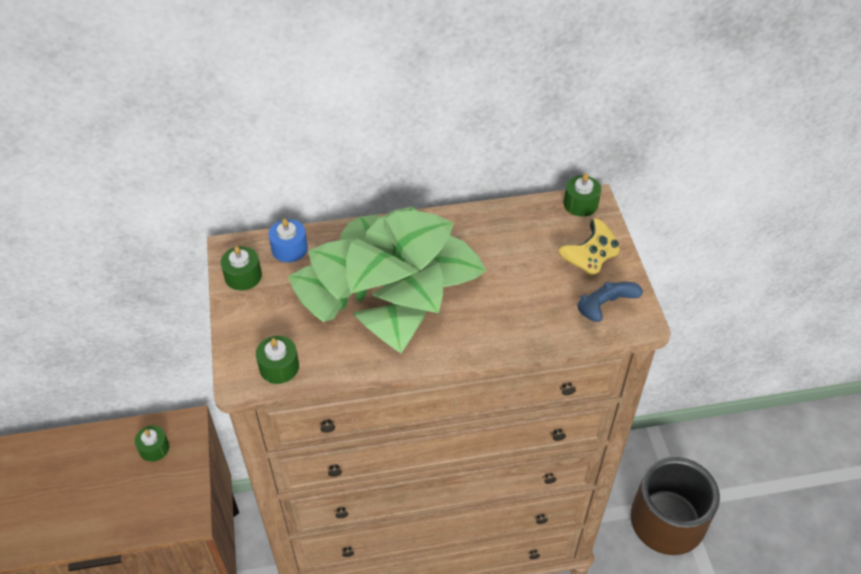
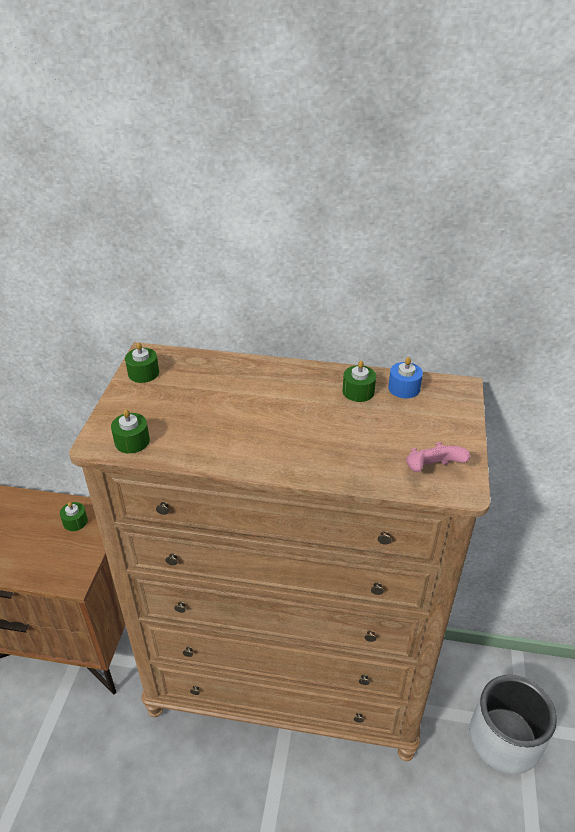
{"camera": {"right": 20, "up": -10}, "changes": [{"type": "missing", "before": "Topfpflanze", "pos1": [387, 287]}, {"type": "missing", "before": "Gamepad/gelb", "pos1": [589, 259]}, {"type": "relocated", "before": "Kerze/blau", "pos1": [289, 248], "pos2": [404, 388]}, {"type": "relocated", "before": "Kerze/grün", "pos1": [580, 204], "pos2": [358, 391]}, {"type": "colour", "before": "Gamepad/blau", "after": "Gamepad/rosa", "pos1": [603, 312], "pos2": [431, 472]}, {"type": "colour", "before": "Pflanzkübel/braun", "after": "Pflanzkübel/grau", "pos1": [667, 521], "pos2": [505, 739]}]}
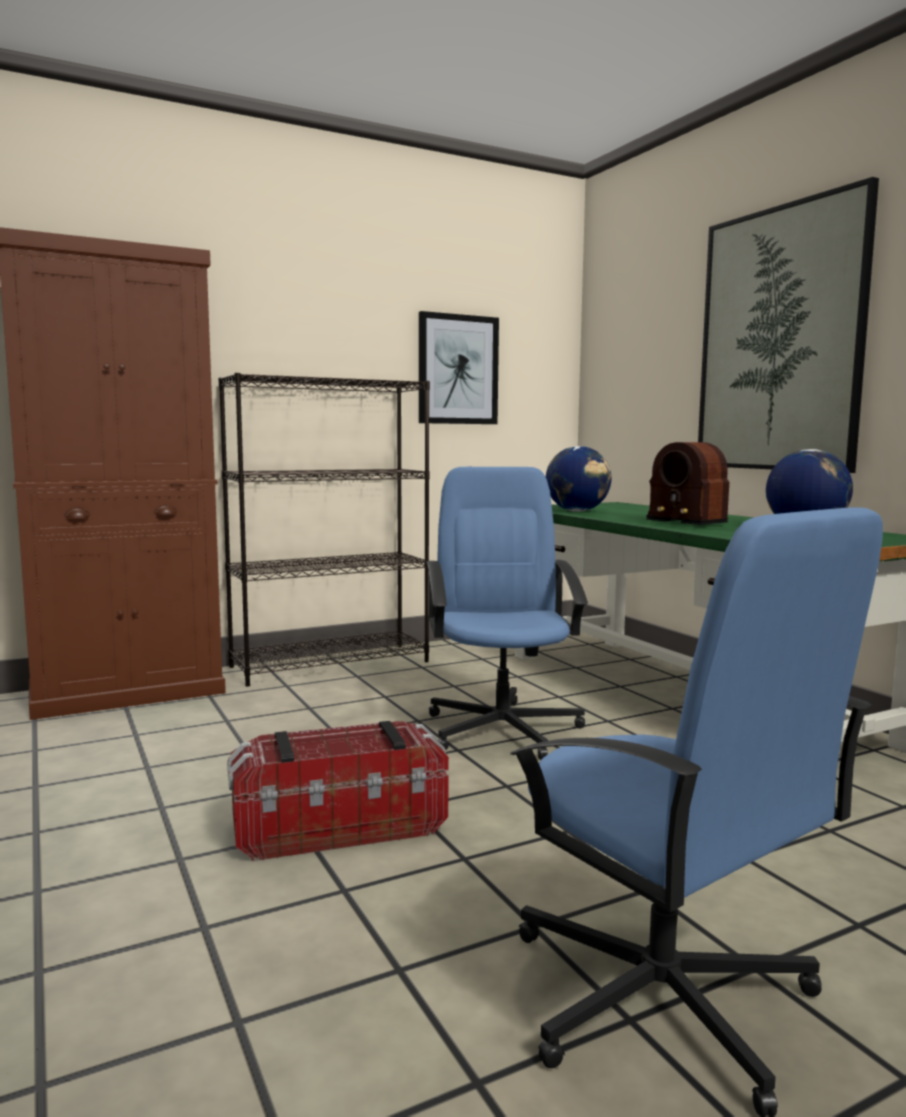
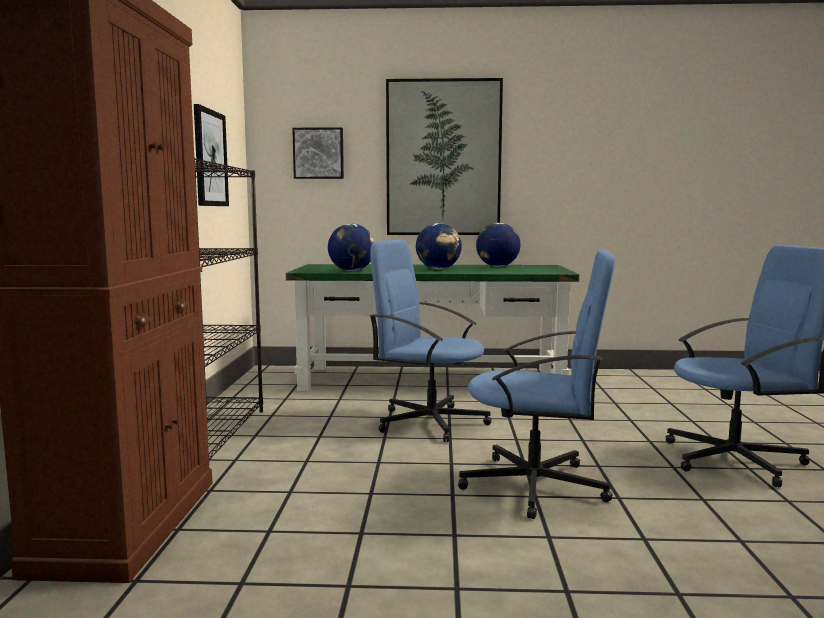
{"camera": {"right": -60, "up": 0}, "changes": [{"type": "appeared", "after": "Bild", "pos2": [318, 153]}, {"type": "exchanged", "before": "Aufbewahrungsbox", "after": "Bürostuhl/blau", "pos1": [338, 827], "pos2": [536, 486]}, {"type": "exchanged", "before": "Radio", "after": "Globus", "pos1": [686, 521], "pos2": [438, 269]}]}
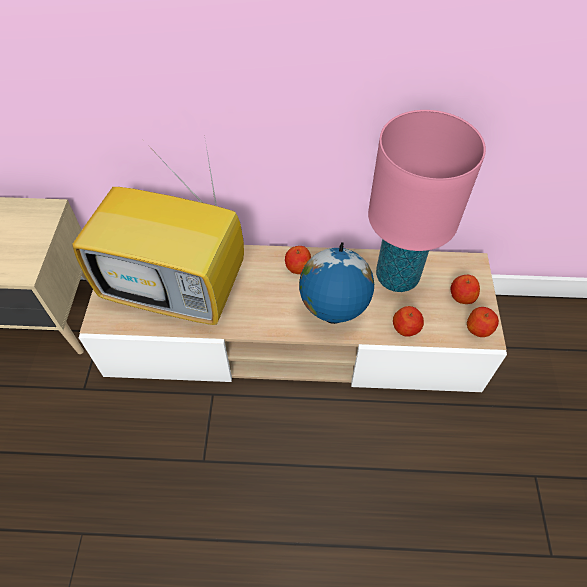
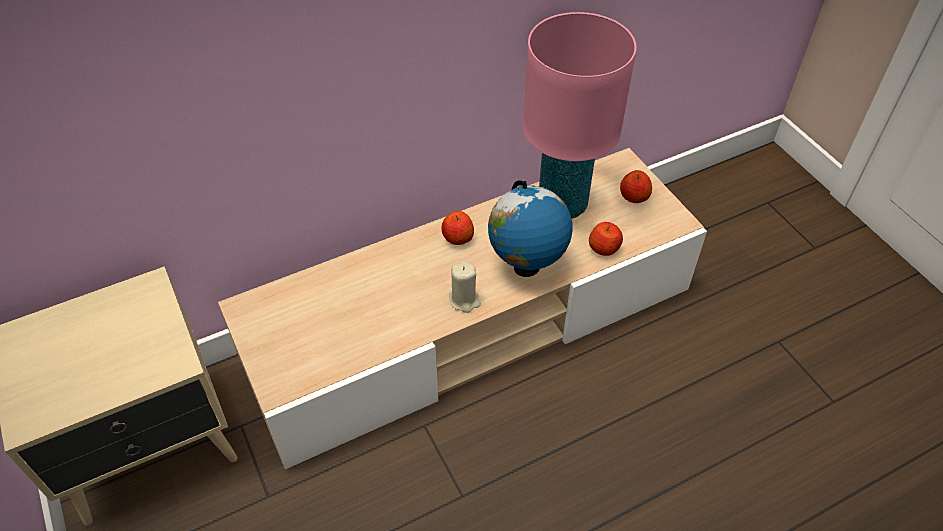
{"camera": {"right": -30, "up": -5}, "changes": [{"type": "missing", "before": "Fernseher", "pos1": [179, 290]}, {"type": "missing", "before": "Apfel", "pos1": [479, 328]}, {"type": "appeared", "after": "Kerze/beige", "pos2": [464, 300]}]}
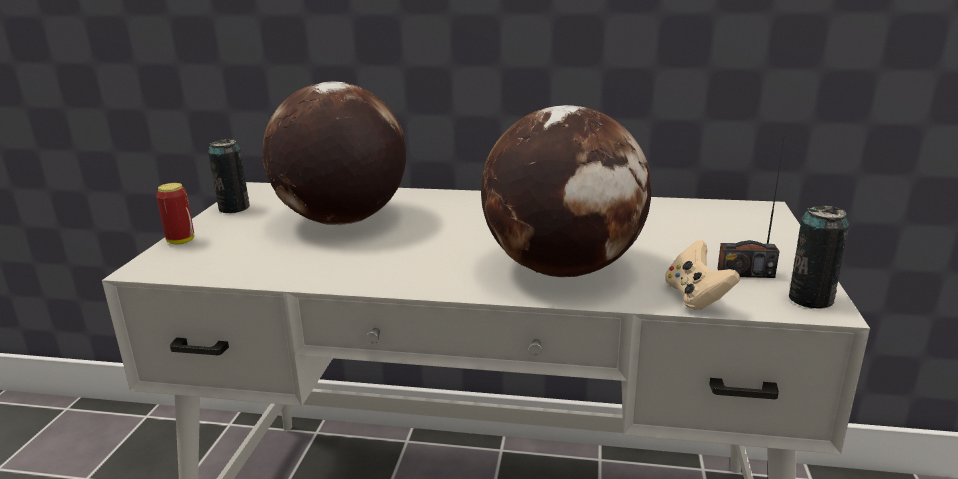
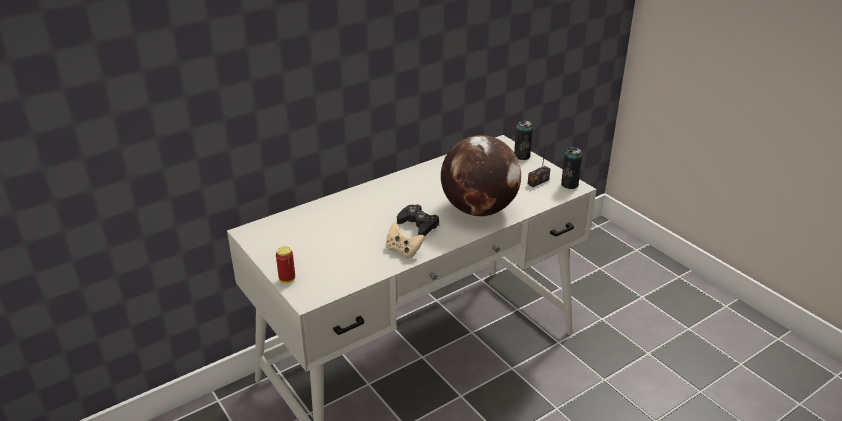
{"camera": {"right": -45, "up": 10}, "changes": [{"type": "missing", "before": "Globus", "pos1": [341, 220]}, {"type": "appeared", "after": "Gamepad/schwarz", "pos2": [418, 225]}, {"type": "relocated", "before": "Dose", "pos1": [234, 208], "pos2": [522, 156]}, {"type": "relocated", "before": "Gamepad/beige", "pos1": [695, 297], "pos2": [403, 250]}]}
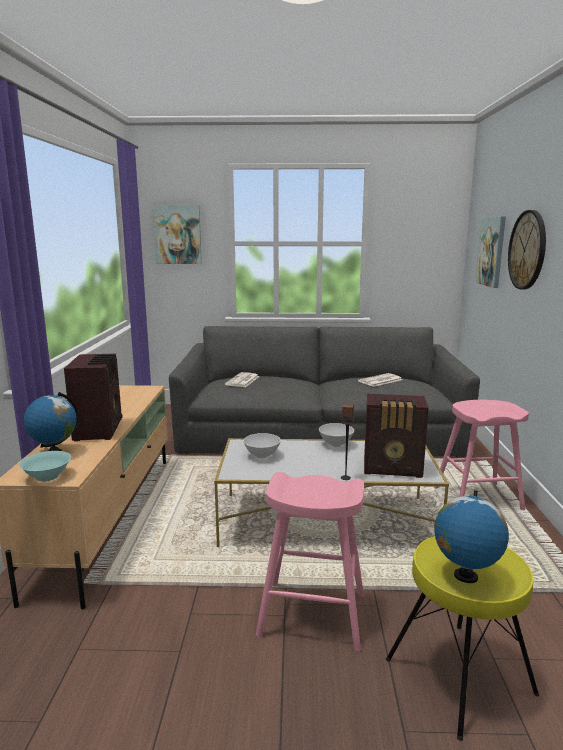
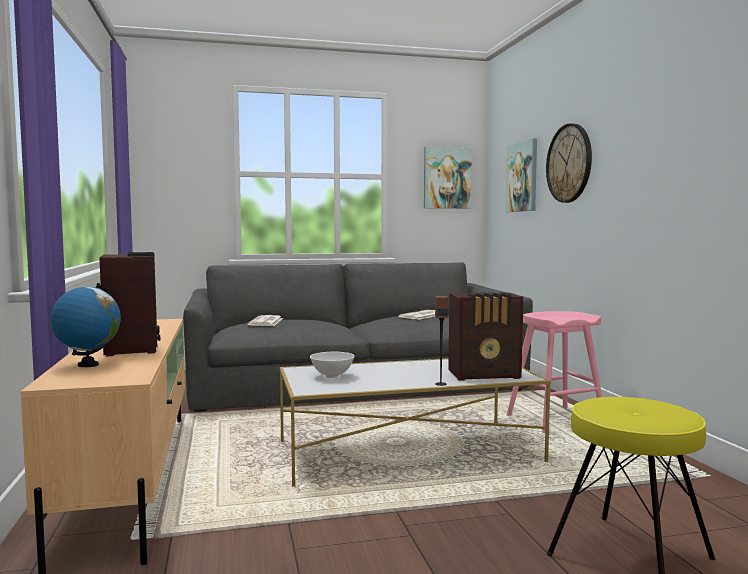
{"camera": {"right": -15, "up": -10}, "changes": [{"type": "missing", "before": "Schüssel/türkis", "pos1": [47, 476]}, {"type": "missing", "before": "Hocker/rosa", "pos1": [312, 615]}, {"type": "missing", "before": "Schüssel/weiß", "pos1": [336, 445]}, {"type": "missing", "before": "Globus", "pos1": [465, 576]}, {"type": "relocated", "before": "Bild", "pos1": [177, 234], "pos2": [447, 178]}]}
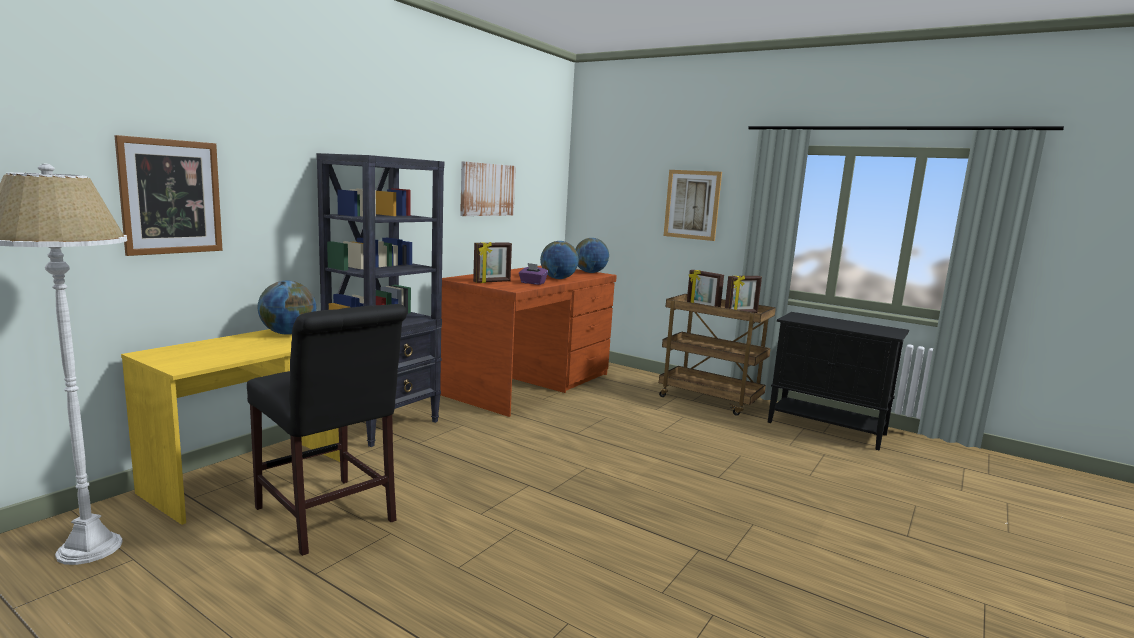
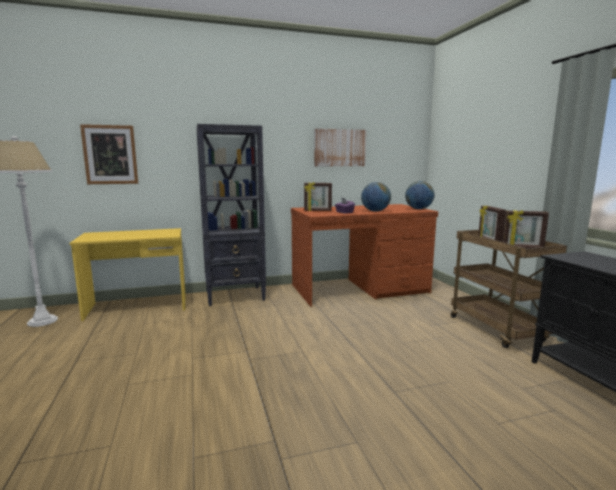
{"camera": {"right": 40, "up": 0}, "changes": [{"type": "missing", "before": "Stuhl/schwarz", "pos1": [328, 518]}, {"type": "missing", "before": "Globus", "pos1": [288, 333]}, {"type": "missing", "before": "Bild", "pos1": [692, 204]}]}
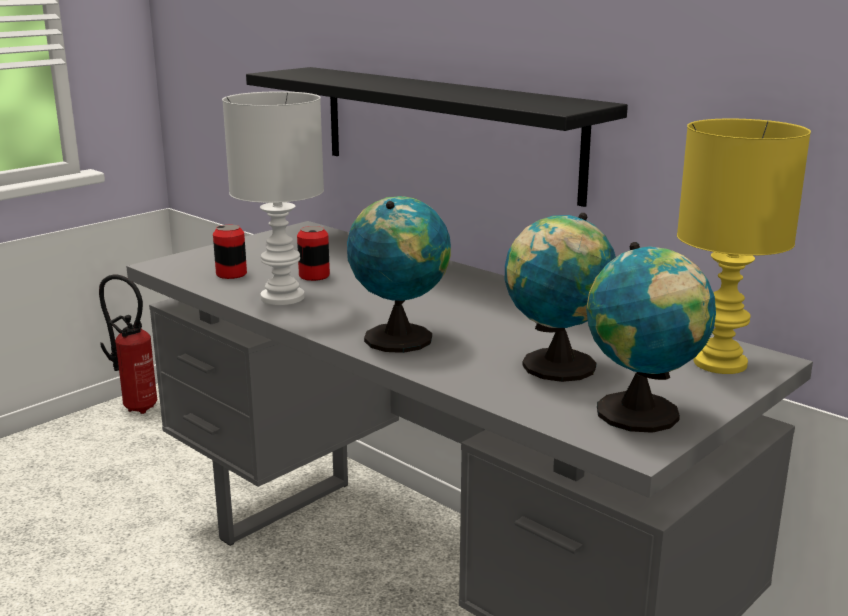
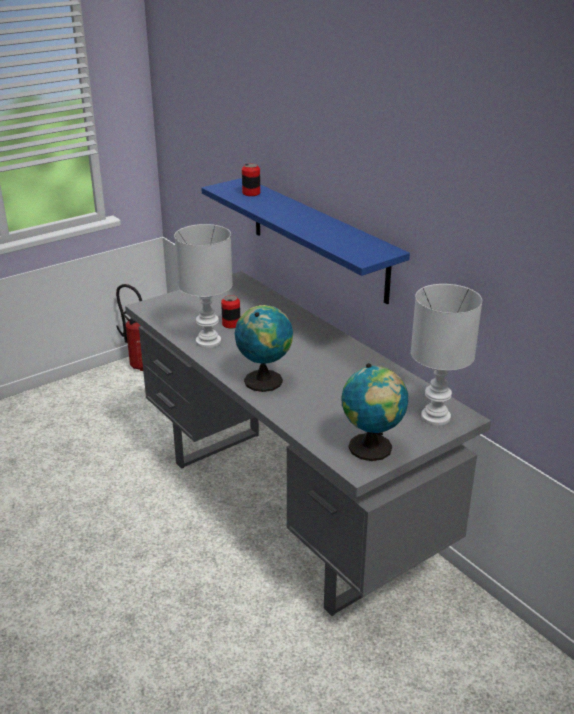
{"camera": {"right": 10, "up": 10}, "changes": [{"type": "missing", "before": "Globus", "pos1": [554, 367]}, {"type": "relocated", "before": "Dose", "pos1": [231, 274], "pos2": [251, 193]}, {"type": "colour", "before": "Wandregal/schwarz", "after": "Wandregal/blau", "pos1": [446, 131], "pos2": [318, 238]}, {"type": "colour", "before": "Tischlampe/gelb", "after": "Tischlampe/weiß", "pos1": [718, 362], "pos2": [435, 416]}]}
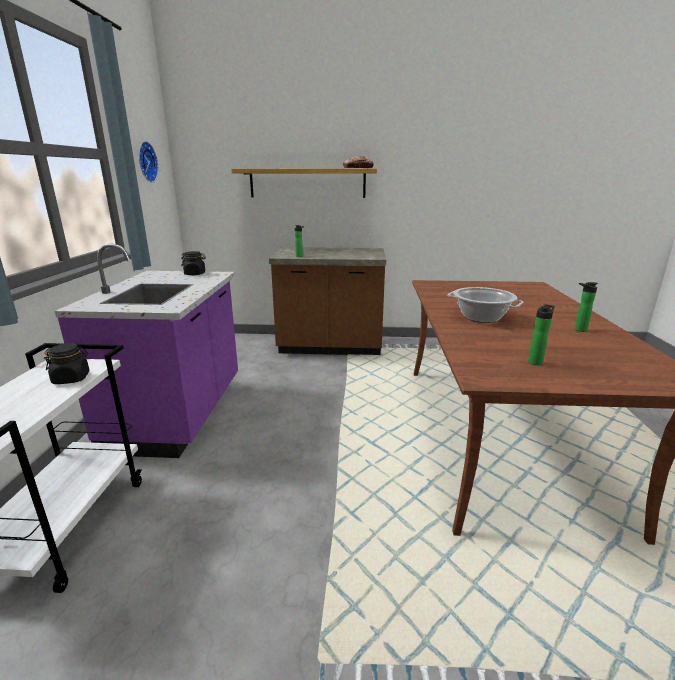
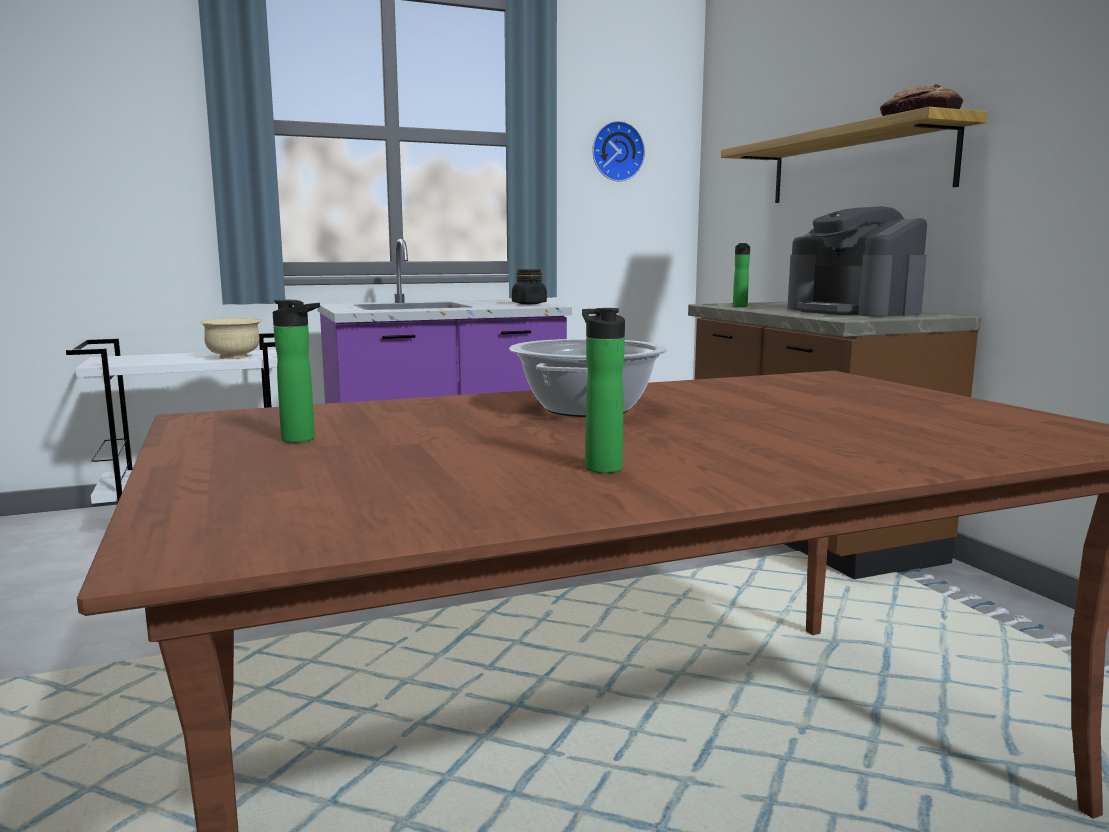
{"camera": {"right": 65, "up": -10}, "changes": [{"type": "appeared", "after": "Kaffeemaschine", "pos2": [853, 311]}, {"type": "exchanged", "before": "Vorratsglas/schwarz", "after": "Schüssel/beige", "pos1": [71, 378], "pos2": [233, 357]}]}
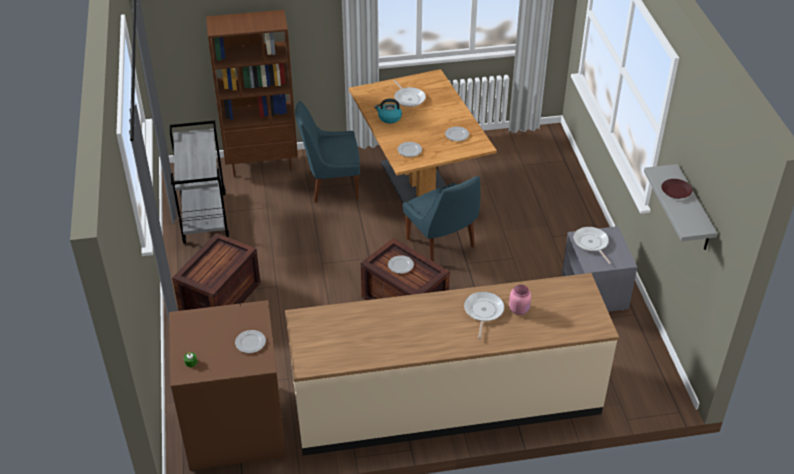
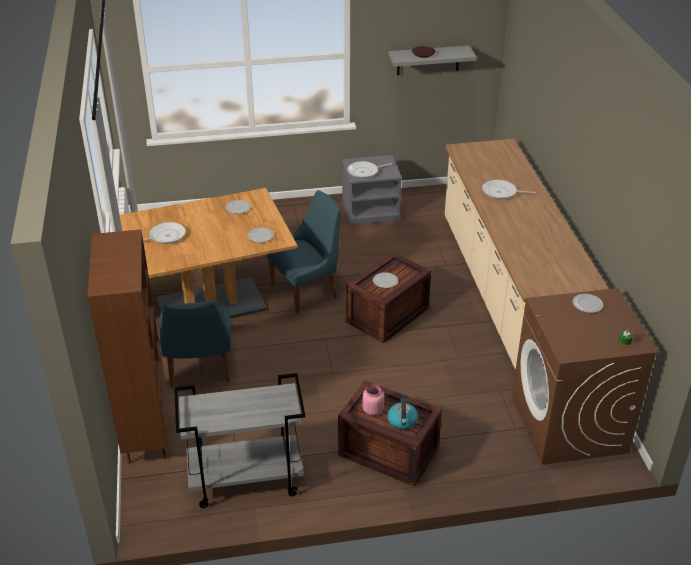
{"camera": {"right": -90, "up": -5}, "changes": [{"type": "relocated", "before": "Wasserkessel", "pos1": [389, 118], "pos2": [402, 421]}, {"type": "relocated", "before": "Vorratsglas/rosa", "pos1": [519, 309], "pos2": [372, 410]}]}
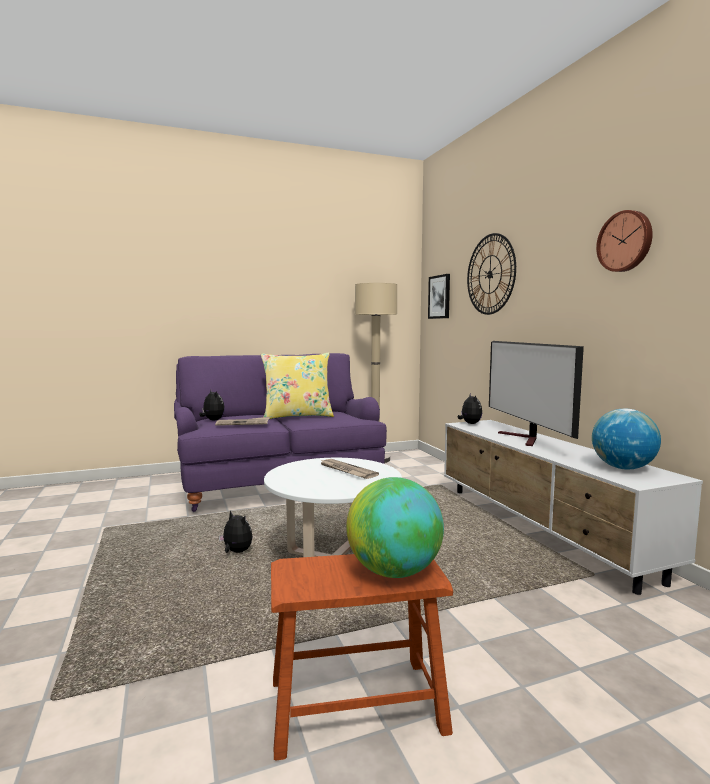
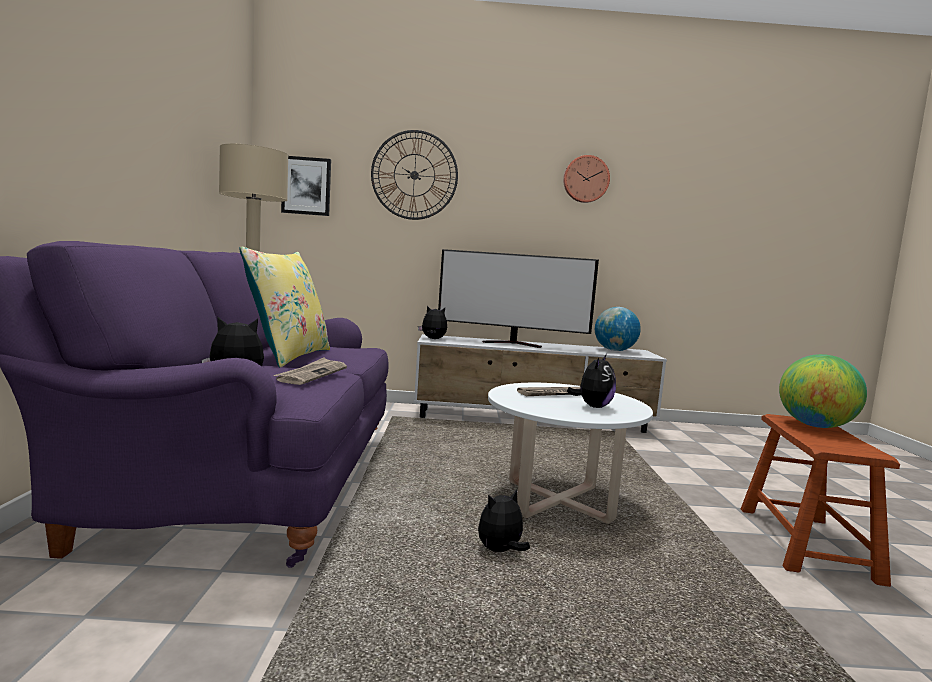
{"camera": {"right": -70, "up": 0}, "changes": [{"type": "appeared", "after": "Plüschtier", "pos2": [593, 406]}]}
